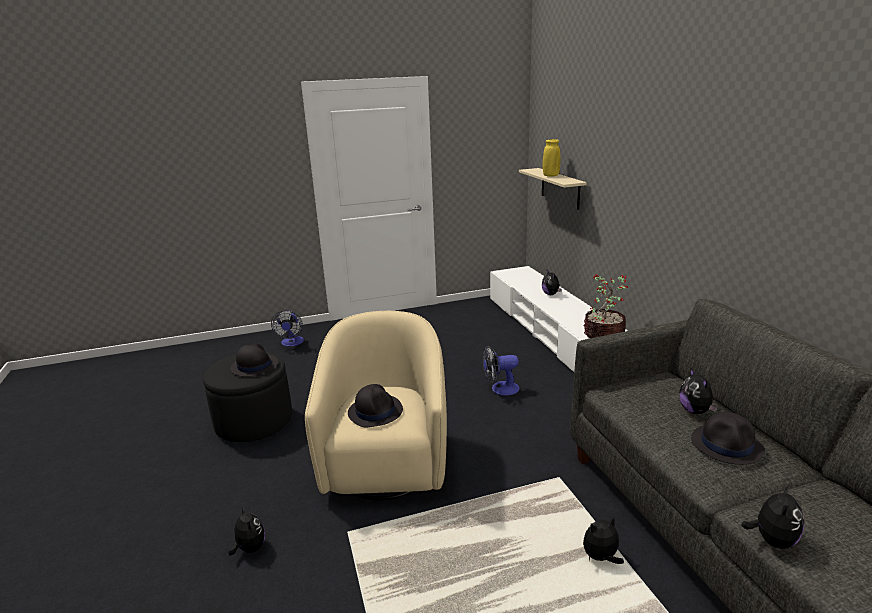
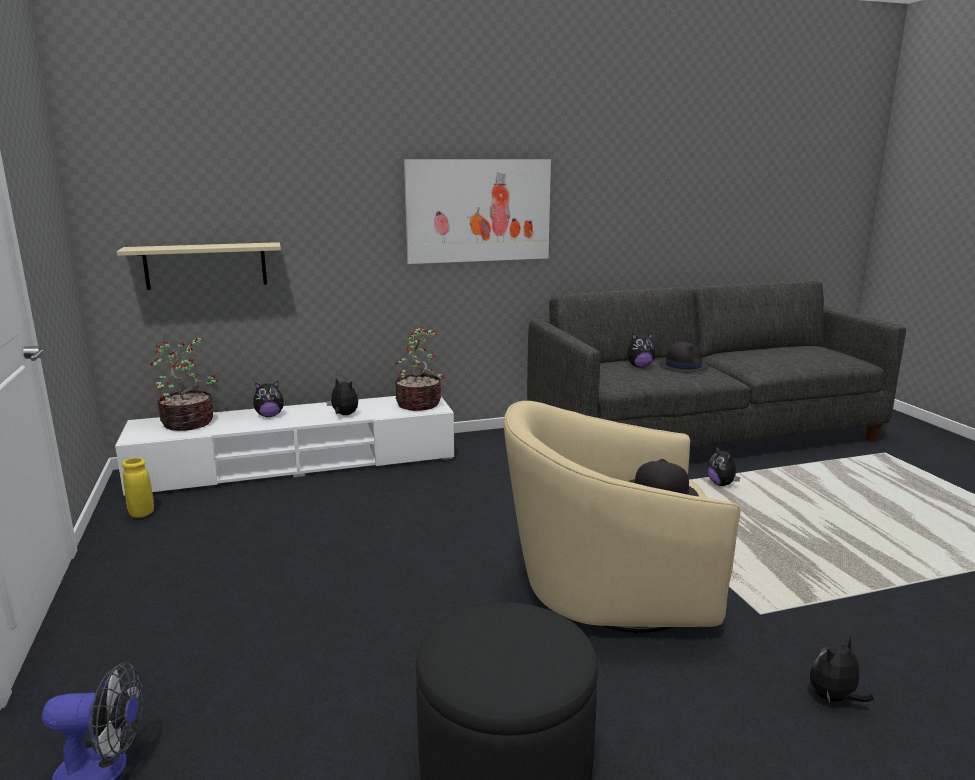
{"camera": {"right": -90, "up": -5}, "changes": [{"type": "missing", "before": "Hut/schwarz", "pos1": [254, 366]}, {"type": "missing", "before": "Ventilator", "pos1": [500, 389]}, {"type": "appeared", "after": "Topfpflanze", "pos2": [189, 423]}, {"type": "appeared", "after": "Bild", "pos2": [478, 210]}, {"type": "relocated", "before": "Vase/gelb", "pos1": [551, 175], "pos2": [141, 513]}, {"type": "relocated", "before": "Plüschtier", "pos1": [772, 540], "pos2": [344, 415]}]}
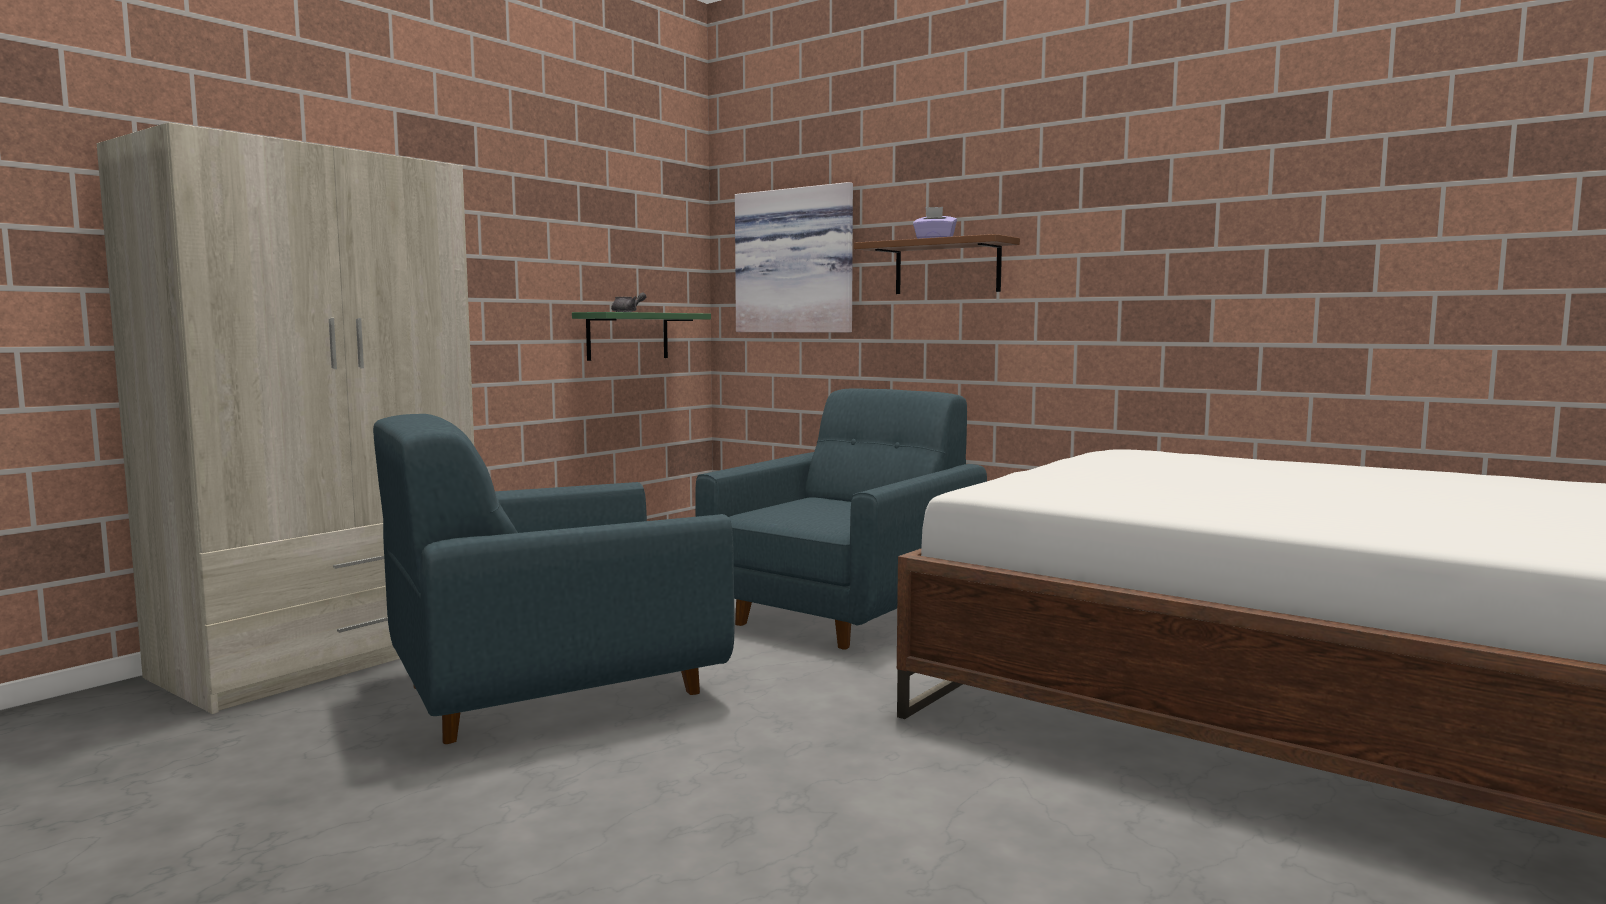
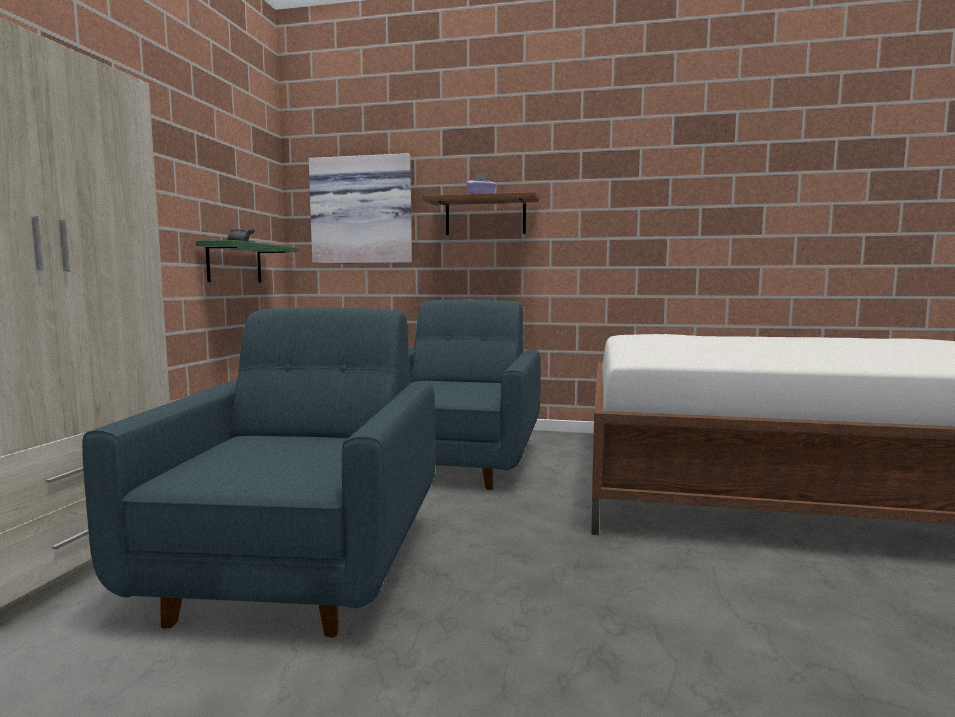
{"camera": {"right": -25, "up": 0}, "changes": [{"type": "spun", "before": "Sessel/blau", "pos1": [552, 690], "pos2": [300, 566], "turn": 150}]}
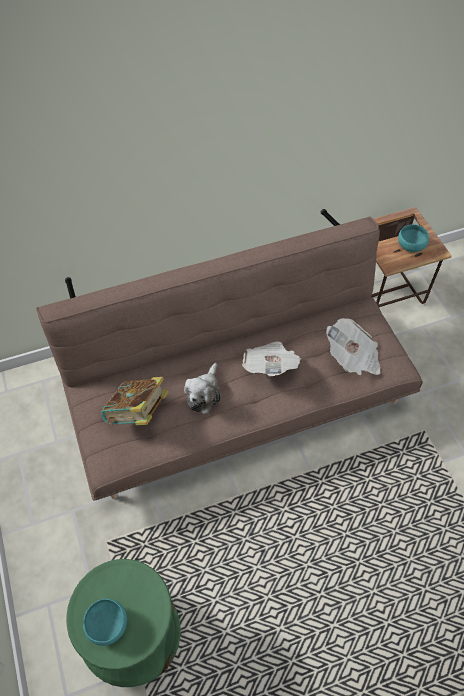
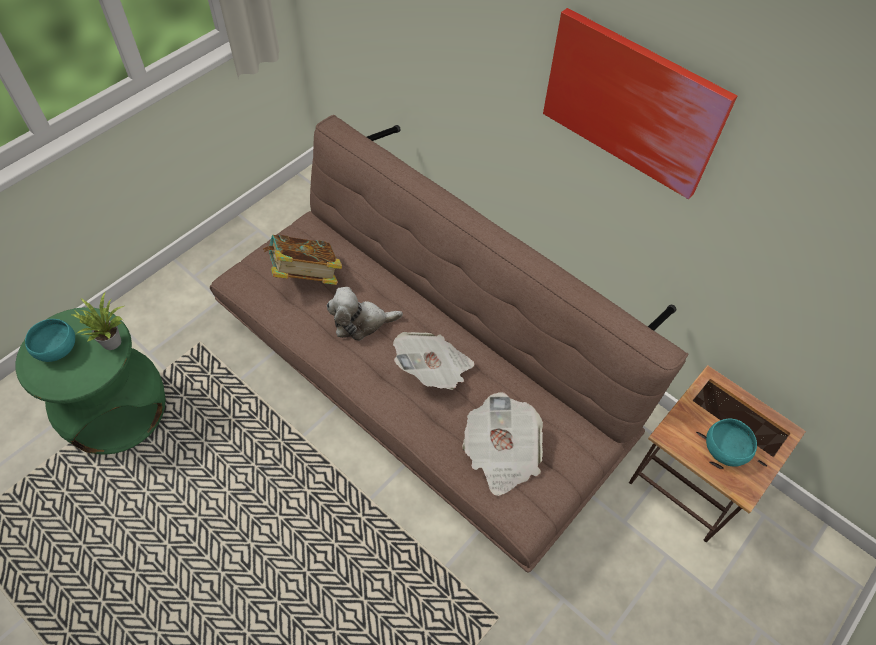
{"camera": {"right": 60, "up": 0}, "changes": [{"type": "appeared", "after": "Topfpflanze", "pos2": [111, 340]}, {"type": "appeared", "after": "Bild", "pos2": [632, 103]}]}
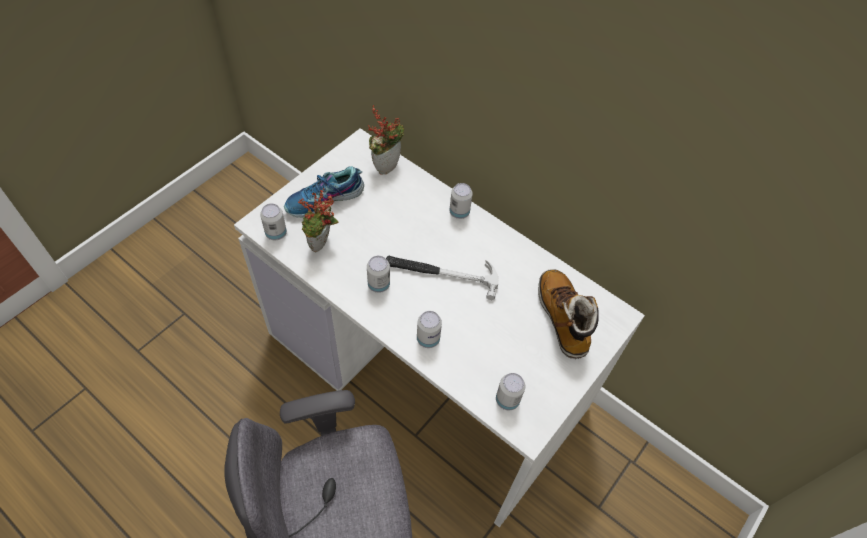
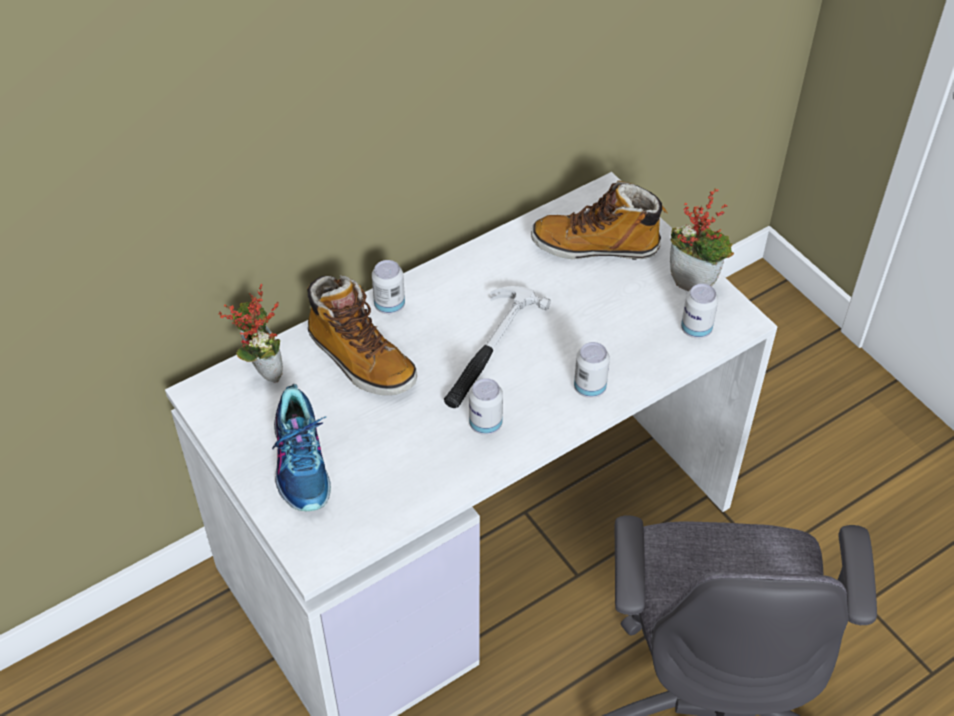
{"camera": {"right": -70, "up": -5}, "changes": [{"type": "missing", "before": "Dose", "pos1": [276, 233]}, {"type": "appeared", "after": "Stiefel", "pos2": [360, 360]}, {"type": "relocated", "before": "Topfpflanze", "pos1": [322, 245], "pos2": [695, 282]}]}
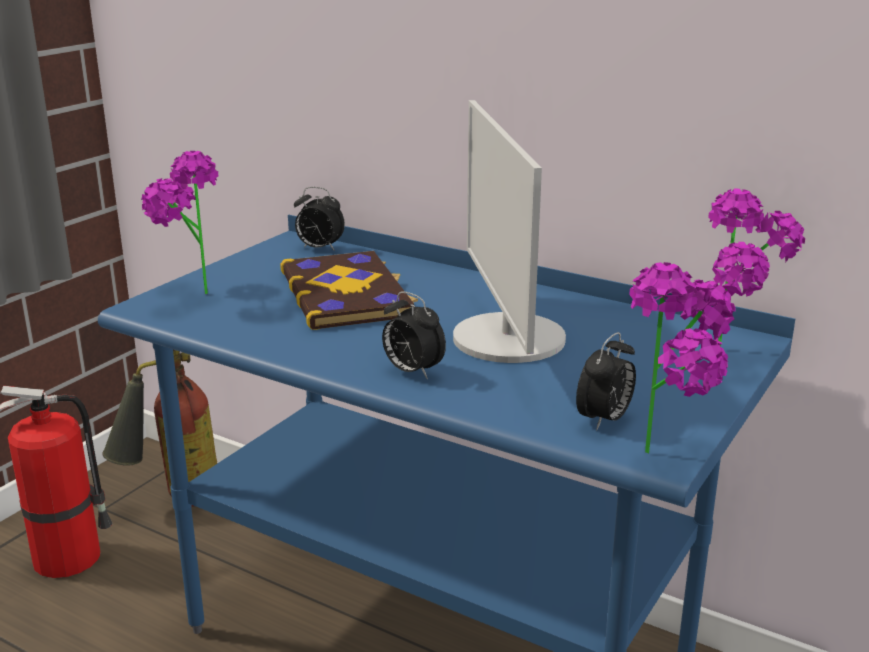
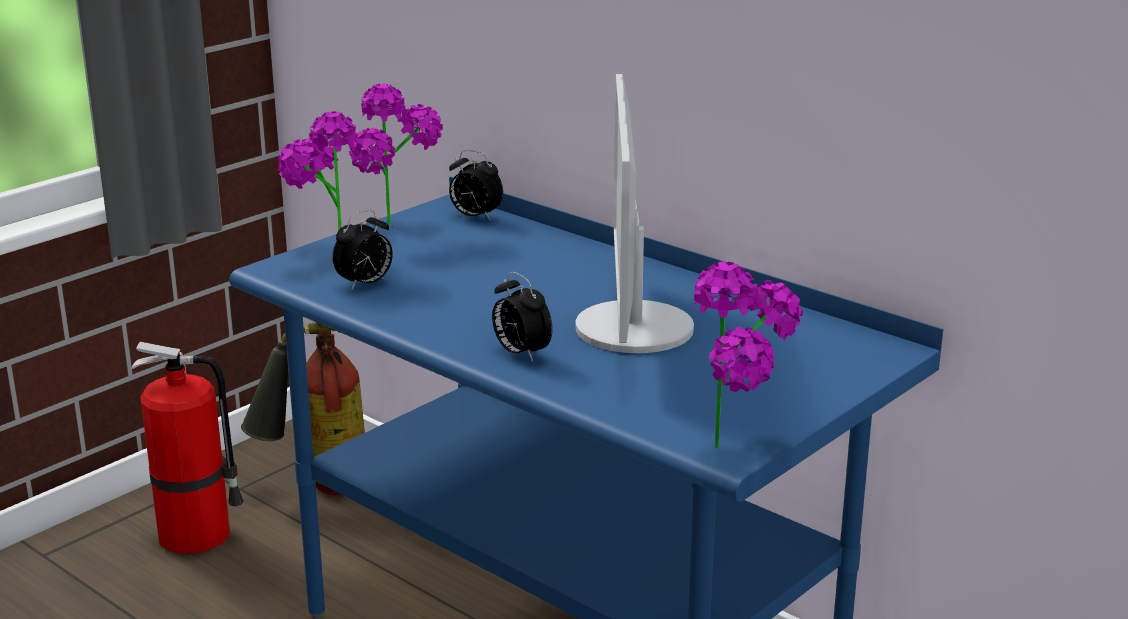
{"camera": {"right": 10, "up": 0}, "changes": [{"type": "missing", "before": "Buch", "pos1": [347, 294]}, {"type": "relocated", "before": "Wecker", "pos1": [604, 420], "pos2": [365, 284]}, {"type": "relocated", "before": "Topfpflanze", "pos1": [738, 354], "pos2": [399, 229]}]}
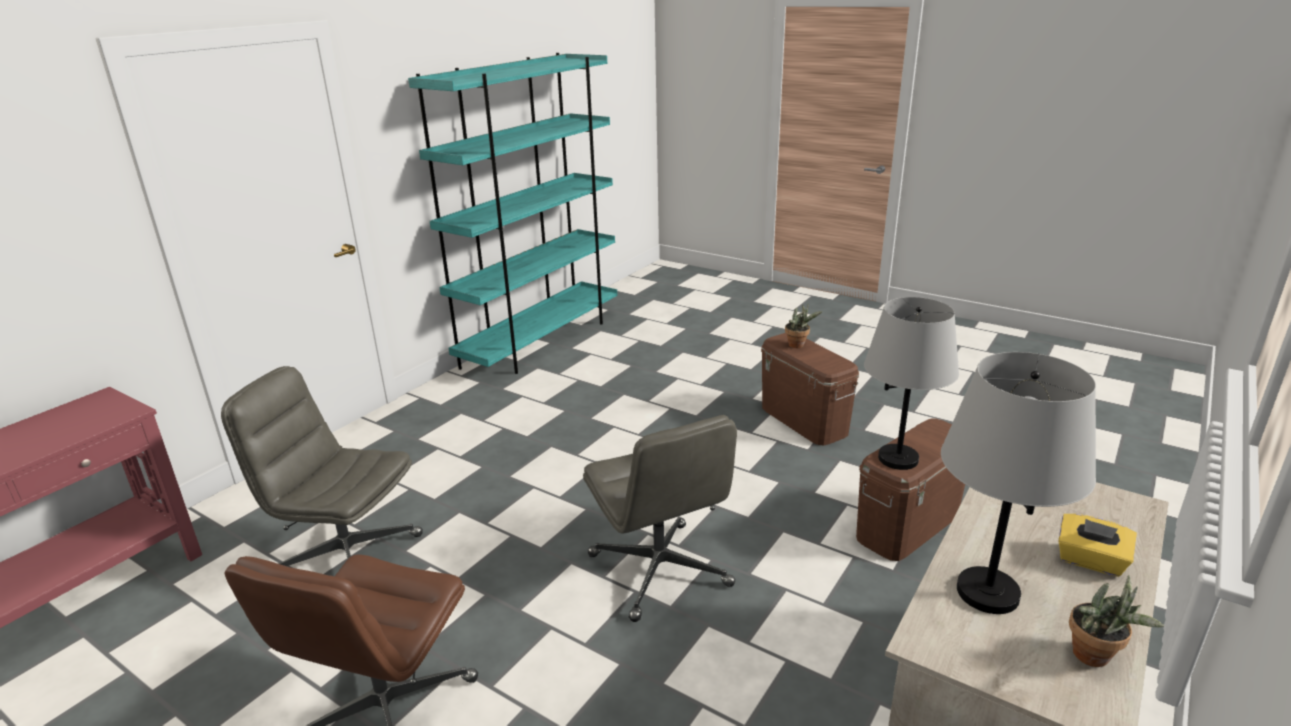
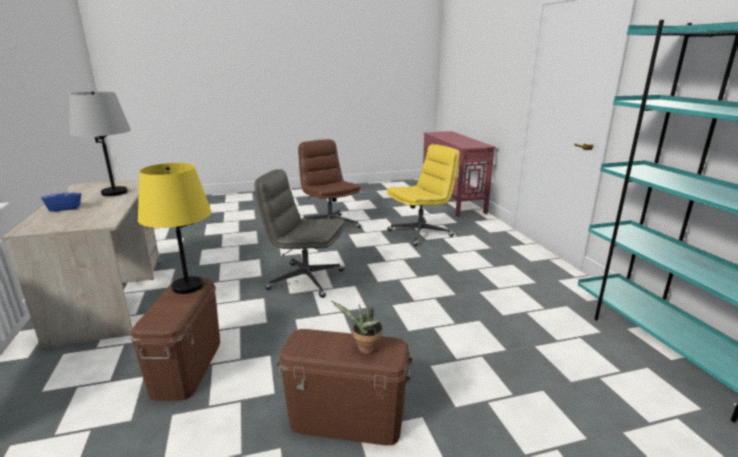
{"camera": {"right": 130, "up": -5}, "changes": [{"type": "missing", "before": "Topfpflanze", "pos1": [1096, 658]}, {"type": "colour", "before": "Bürostuhl/grau", "after": "Bürostuhl/gelb", "pos1": [346, 556], "pos2": [420, 233]}, {"type": "colour", "before": "Tischlampe/grau", "after": "Tischlampe/gelb", "pos1": [898, 458], "pos2": [187, 287]}, {"type": "colour", "before": "Taschentuchbox/gelb", "after": "Taschentuchbox/blau", "pos1": [1090, 561], "pos2": [65, 208]}]}
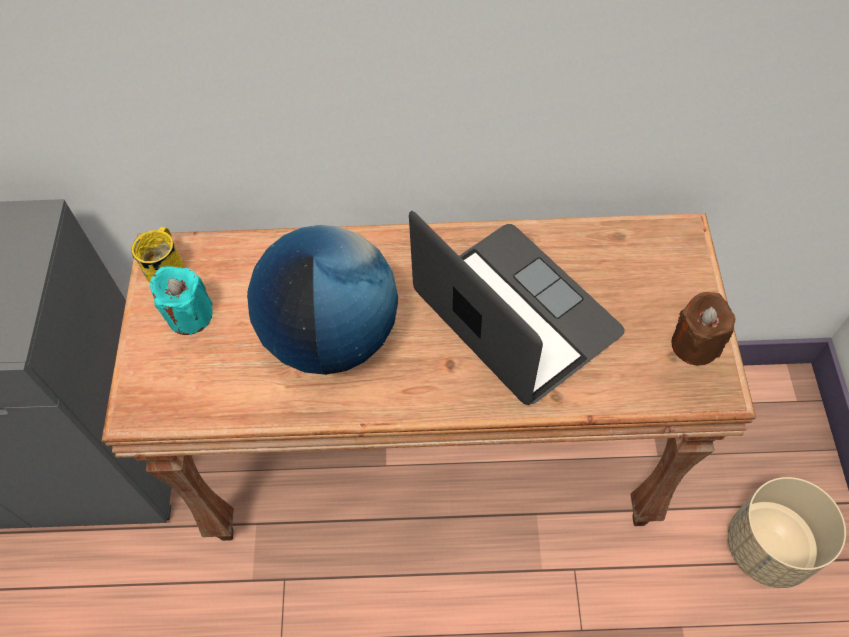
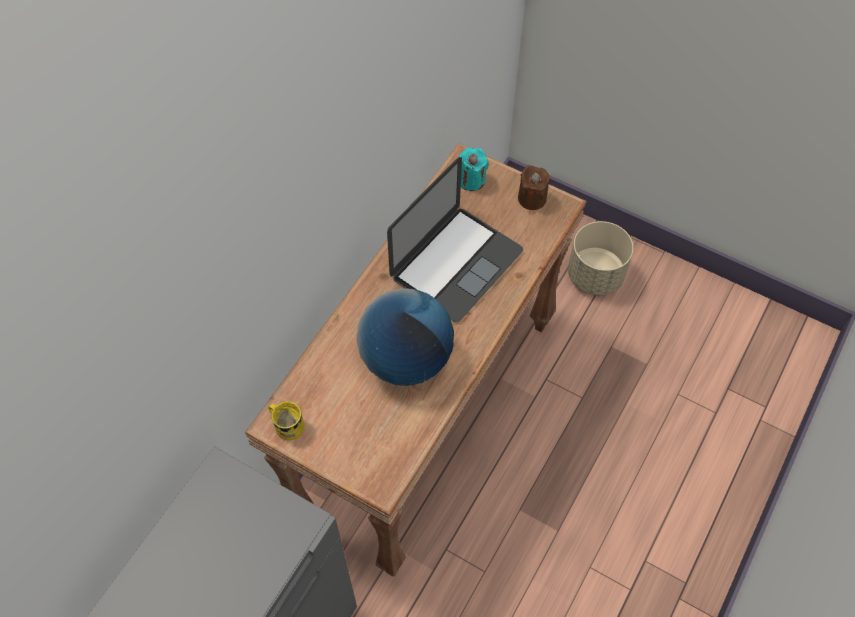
{"camera": {"right": -60, "up": 0}, "changes": [{"type": "relocated", "before": "Kerze/türkis", "pos1": [189, 315], "pos2": [471, 180]}, {"type": "spun", "before": "Laptop", "pos1": [515, 312], "pos2": [456, 263], "turn": 135}]}
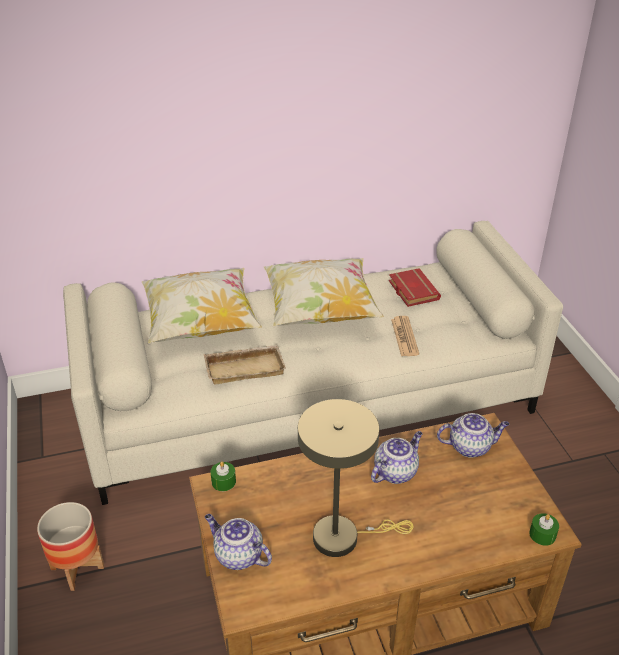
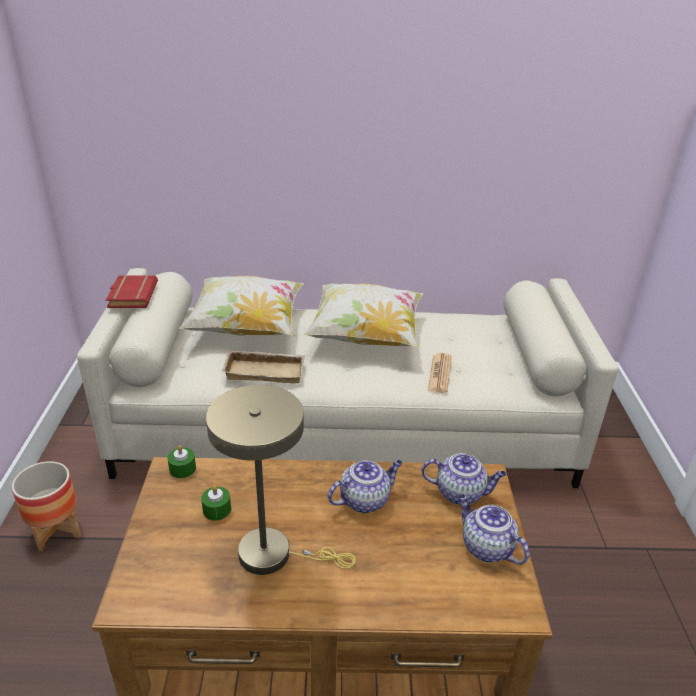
{"camera": {"right": 15, "up": -5}, "changes": [{"type": "relocated", "before": "Teekanne", "pos1": [237, 555], "pos2": [485, 547]}, {"type": "relocated", "before": "Buch/rot", "pos1": [411, 290], "pos2": [131, 295]}, {"type": "relocated", "before": "Kerze/grün", "pos1": [542, 534], "pos2": [217, 509]}]}
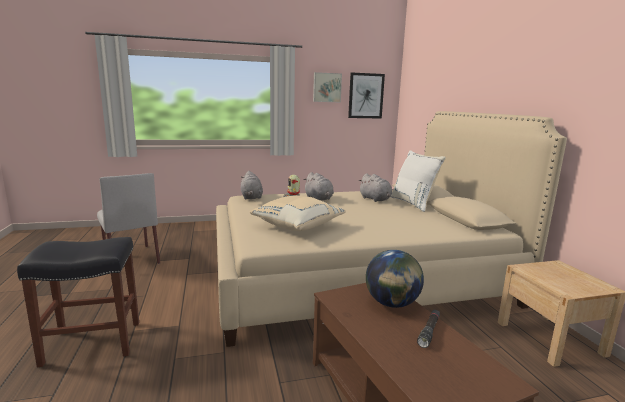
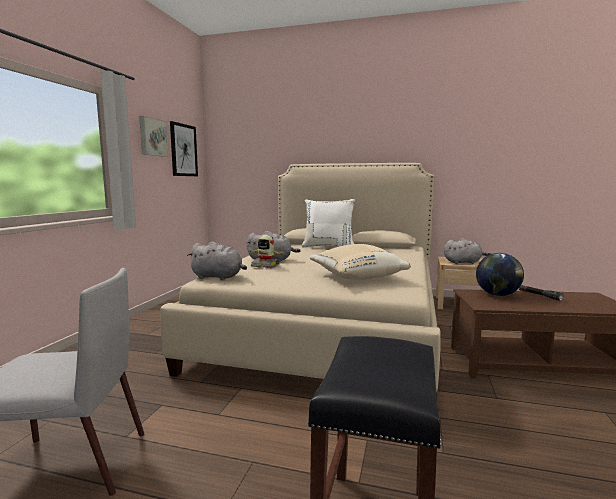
{"camera": {"right": -60, "up": -5}, "changes": [{"type": "relocated", "before": "Plüschtier/grau", "pos1": [375, 199], "pos2": [463, 262]}]}
